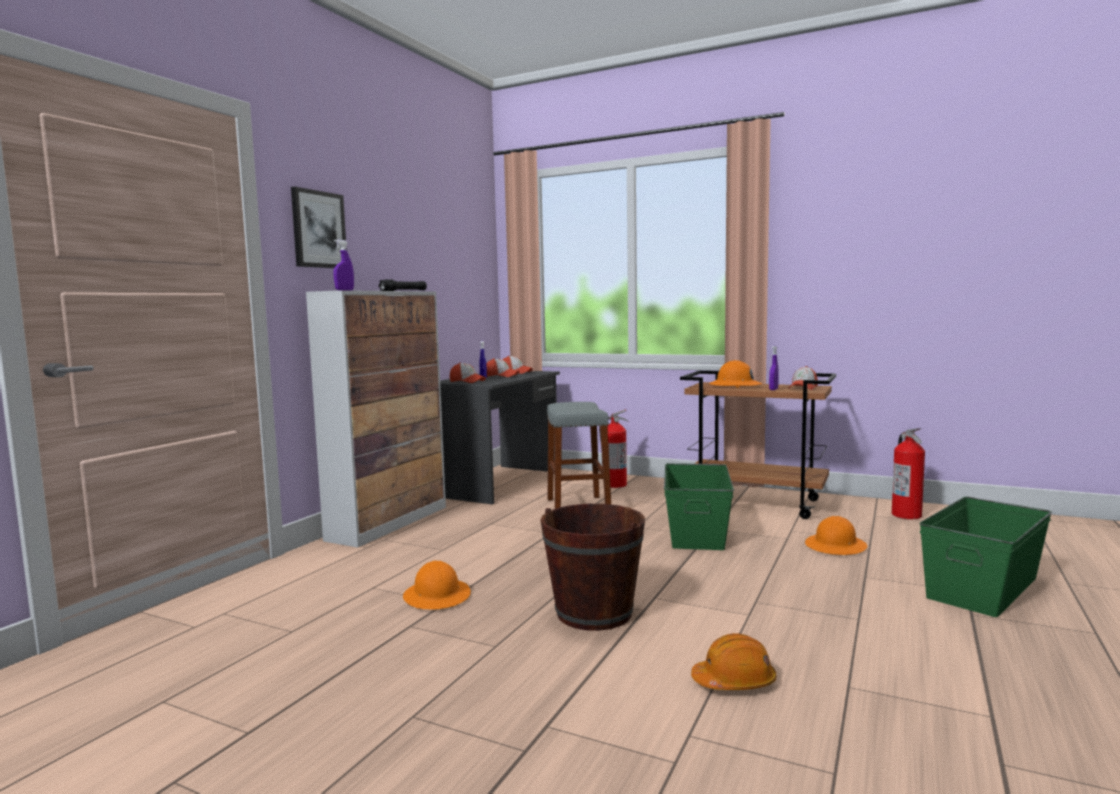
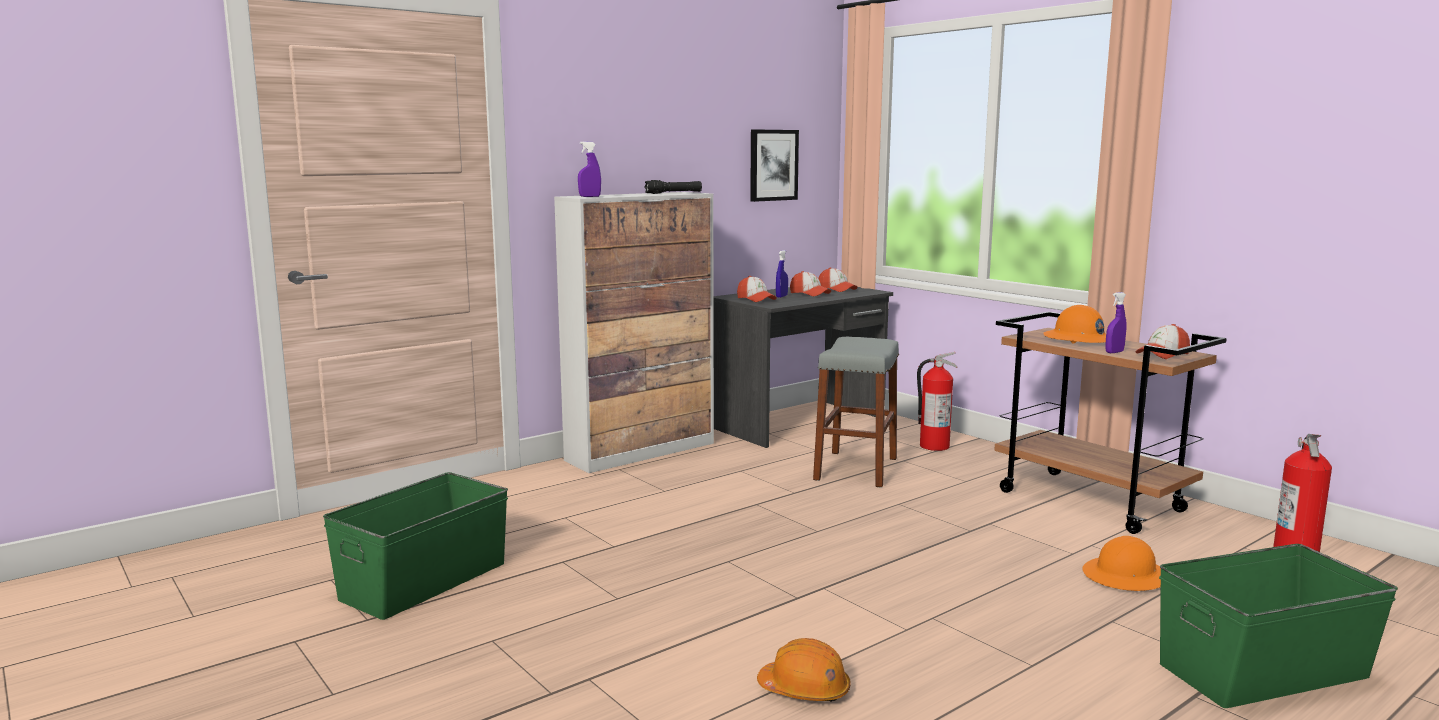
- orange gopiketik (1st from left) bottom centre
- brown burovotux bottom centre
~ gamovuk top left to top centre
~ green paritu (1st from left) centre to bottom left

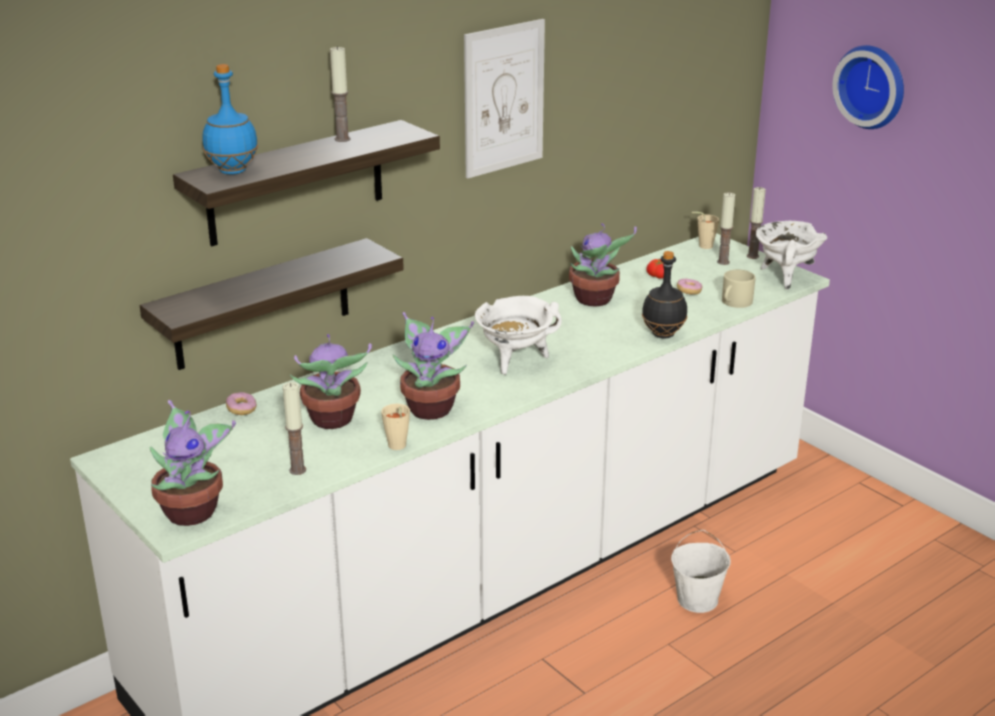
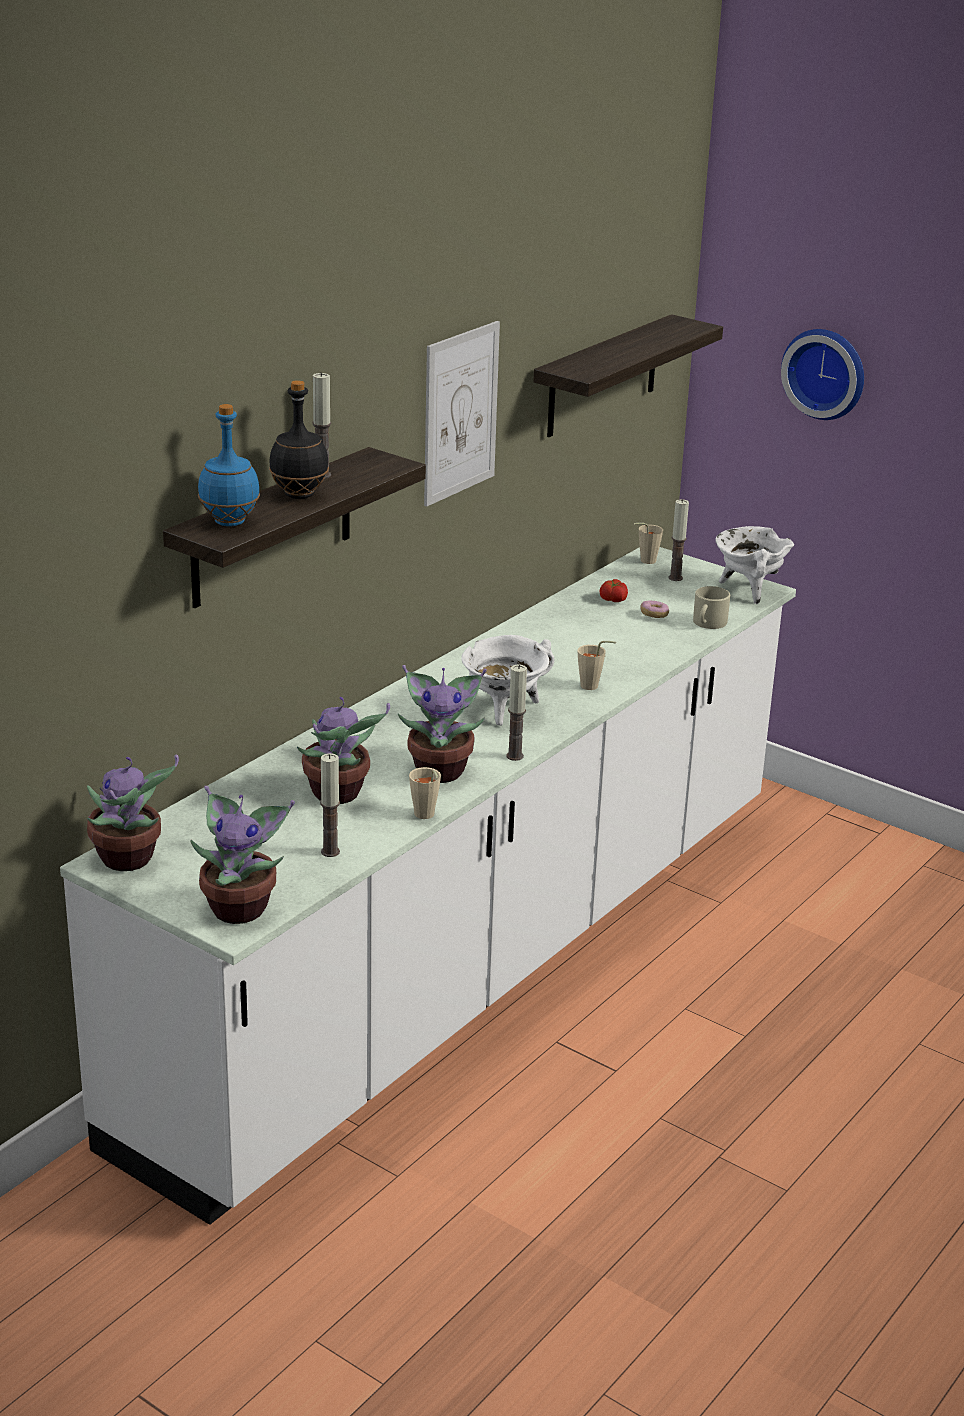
- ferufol (1st from left) middle left
- white burovotux bottom right
+ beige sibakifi (2nd from left) centre
~ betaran (1st from left in the first image) middle left to betaran (2nd from left) top centre
~ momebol (4th from left in the first image) centre to momebol (1st from left) middle left
~ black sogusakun middle right to top left
~ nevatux (4th from left in the first image) top right to nevatux (3rd from left) centre

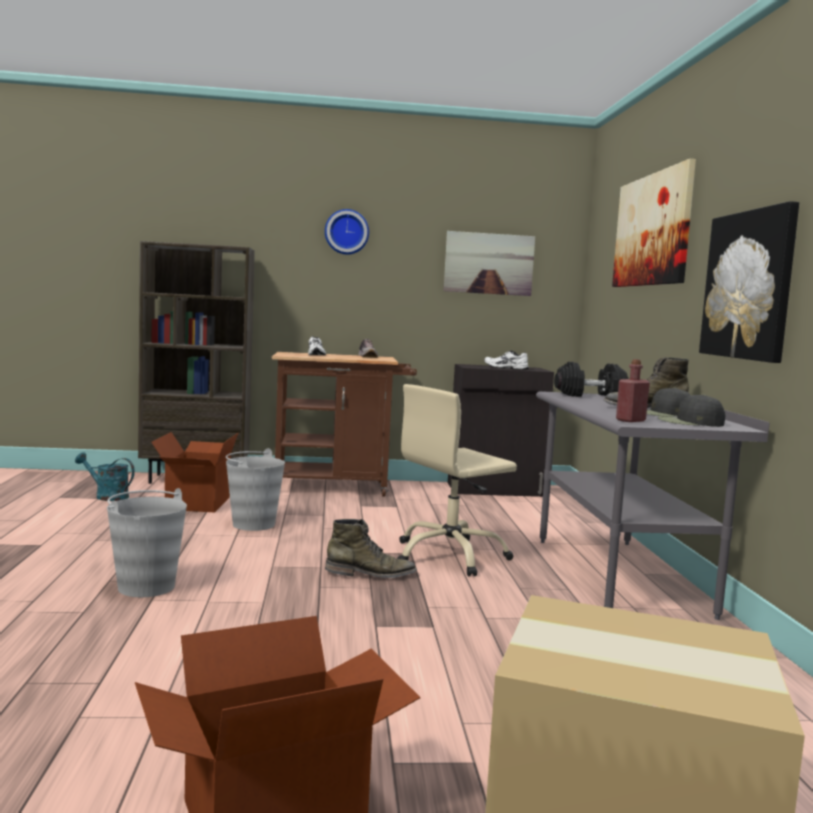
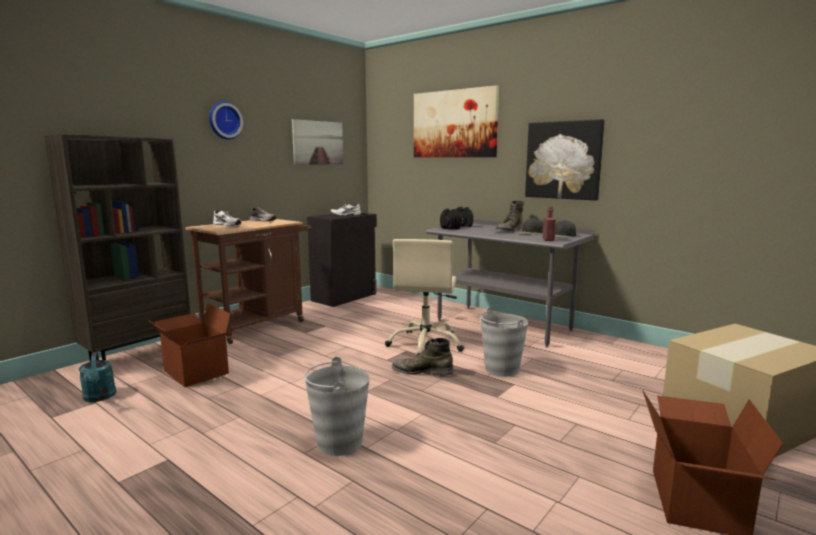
~ grey burovotux (2nd from left) middle left to centre
~ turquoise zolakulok middle left = bottom left 90 degrees counterclockwise
~ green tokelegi (1st from left) bottom centre = bottom centre 120 degrees counterclockwise

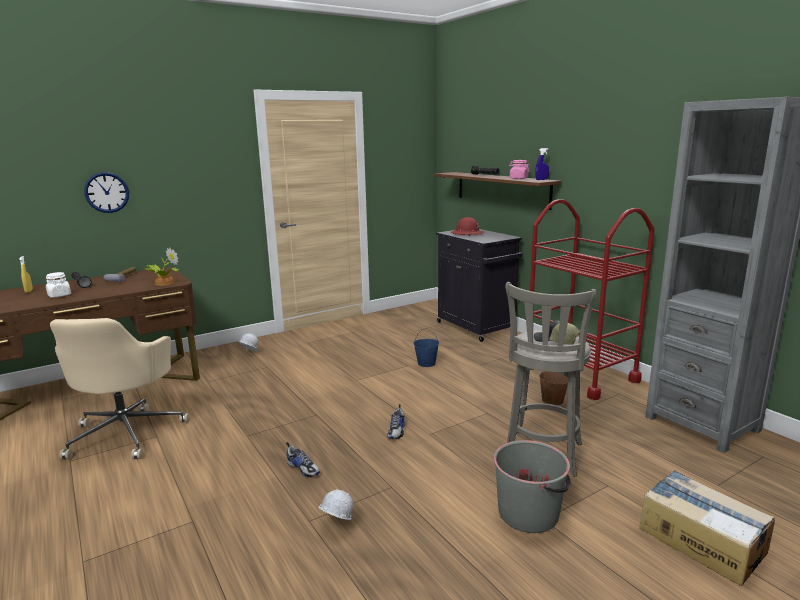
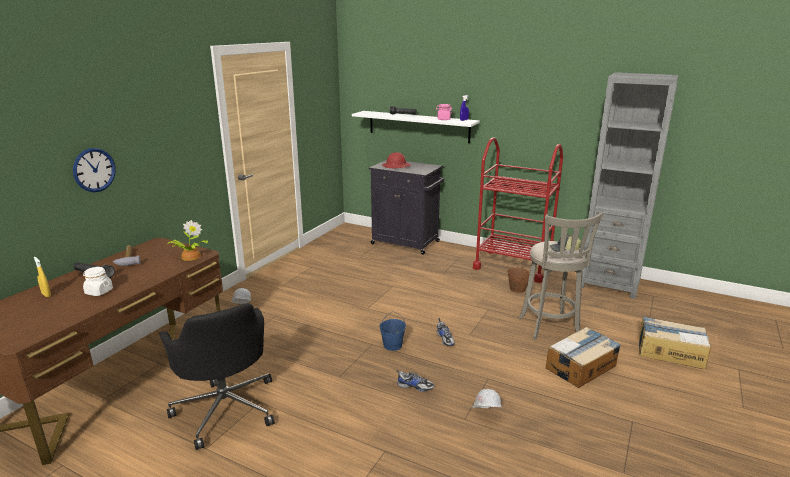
~ blue burovotux centre to bottom centre
~ grey burovotux bottom centre to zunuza (1st from left) bottom right
~ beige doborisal middle left to black doborisal bottom left
~ brown betaran top centre to white betaran top centre

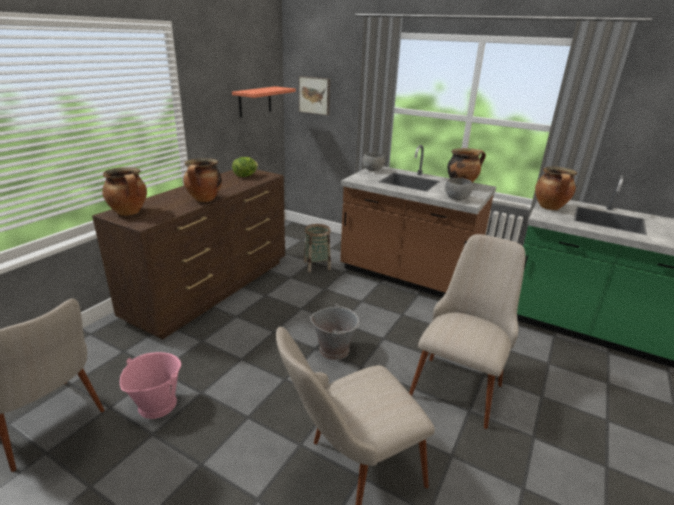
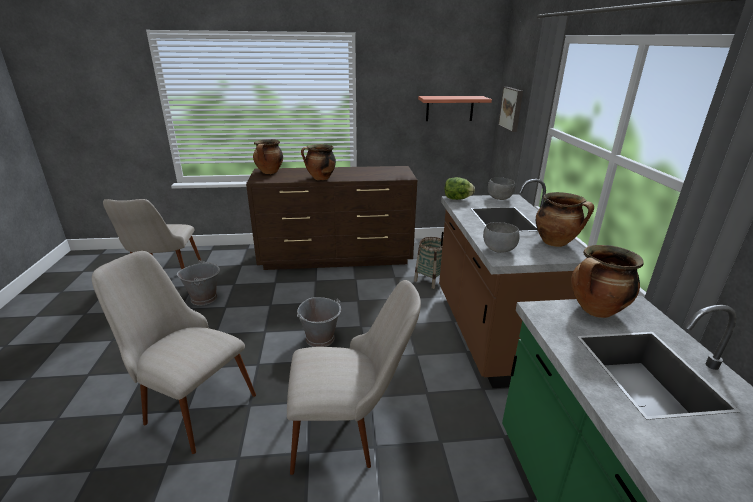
~ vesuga top centre to centre
~ pink burovotux bottom left to grey burovotux (1st from left) middle left

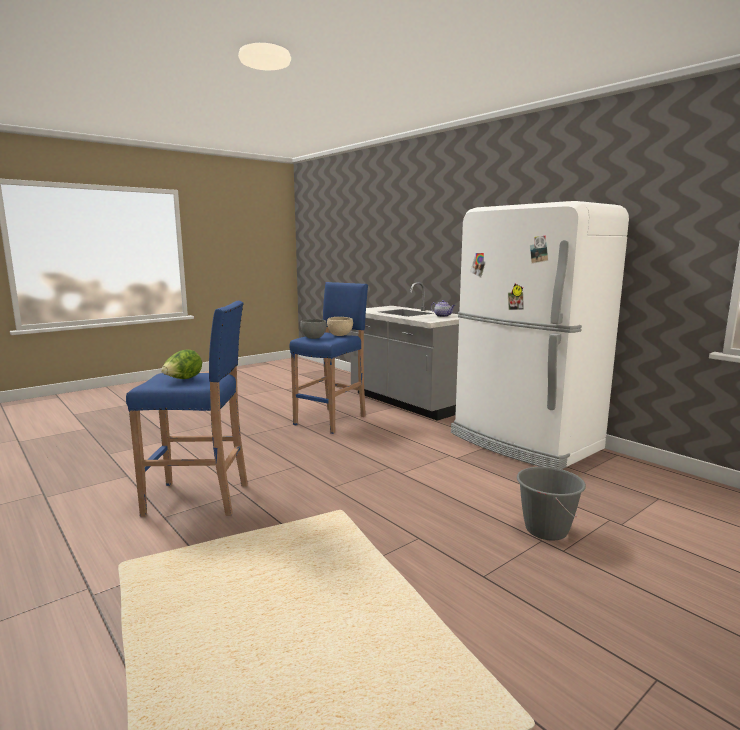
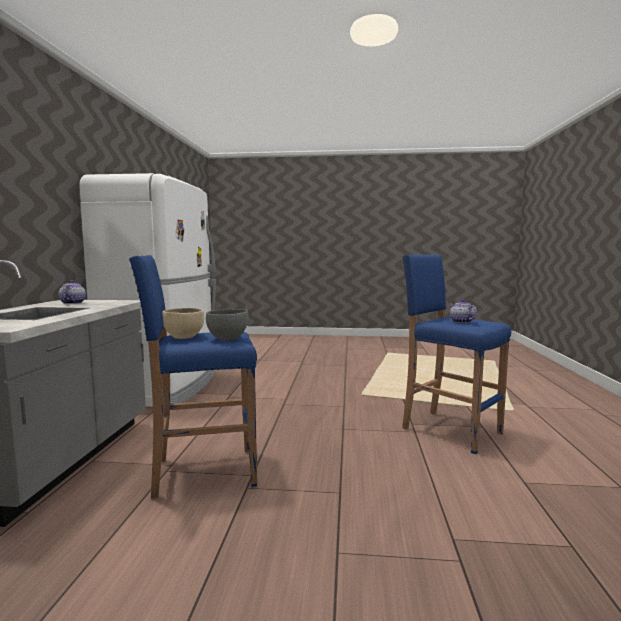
- grey burovotux bottom right
~ vesuga middle left to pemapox (2nd from left) middle right

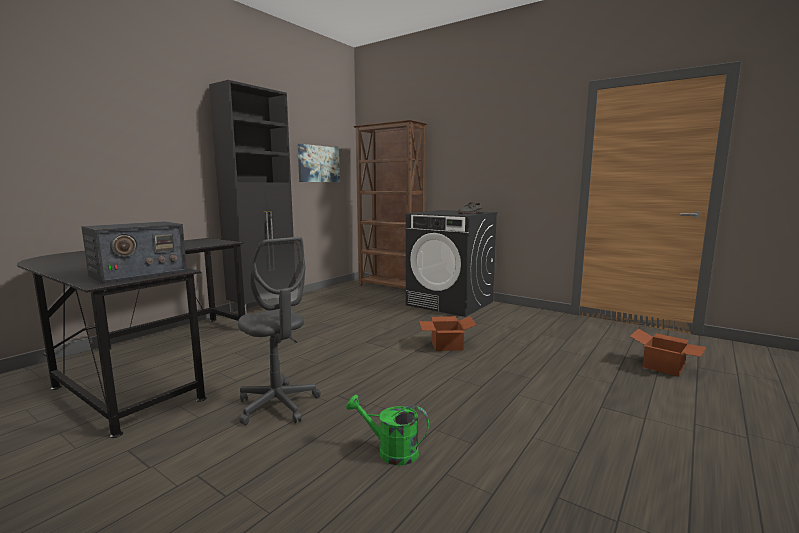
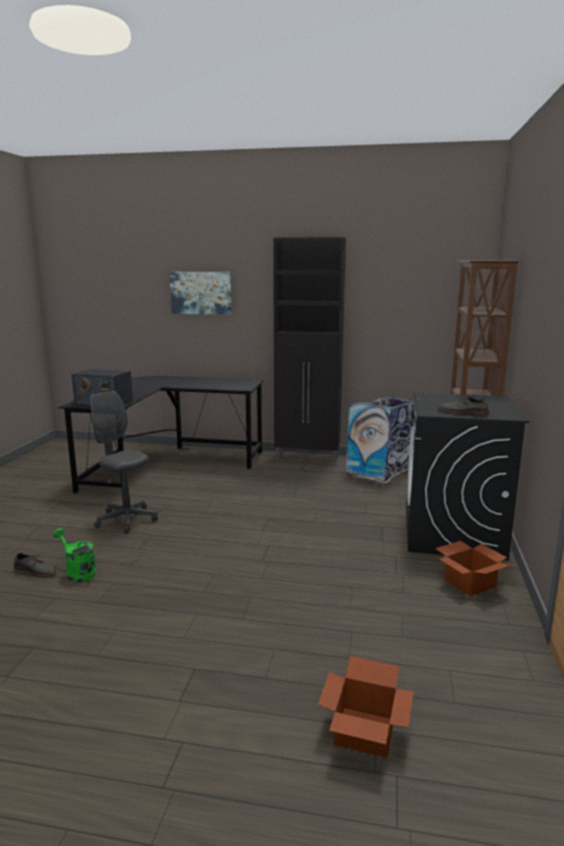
+ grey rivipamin (1st from left) bottom left
+ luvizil middle right
~ gamovuk top centre to centre
~ zunuza (1st from left in the first image) centre to zunuza (2nd from left) bottom right
~ grey doborisal centre = middle left 105 degrees clockwise
~ green zolakulok bottom centre = middle left 45 degrees counterclockwise

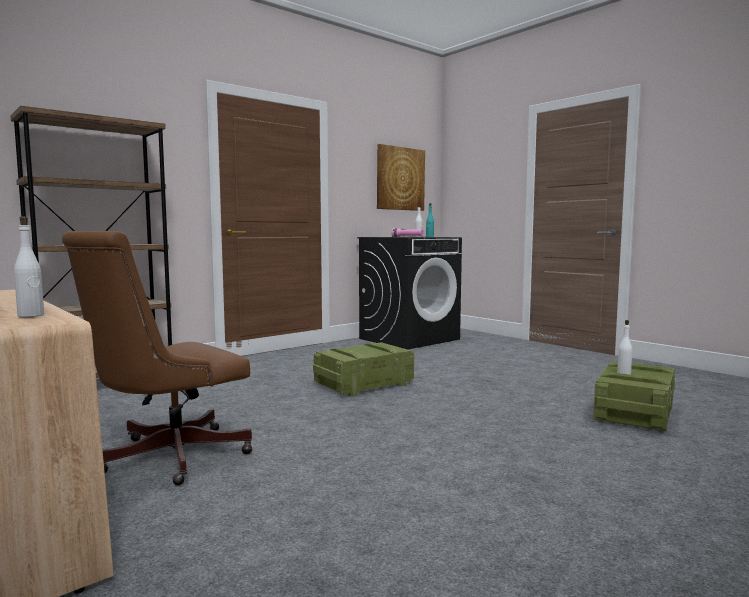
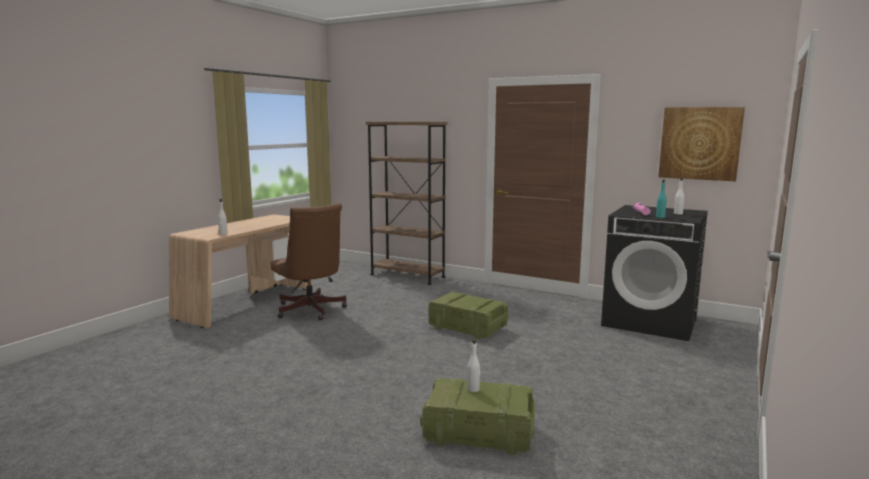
~ brown doborisal middle left = centre 150 degrees counterclockwise

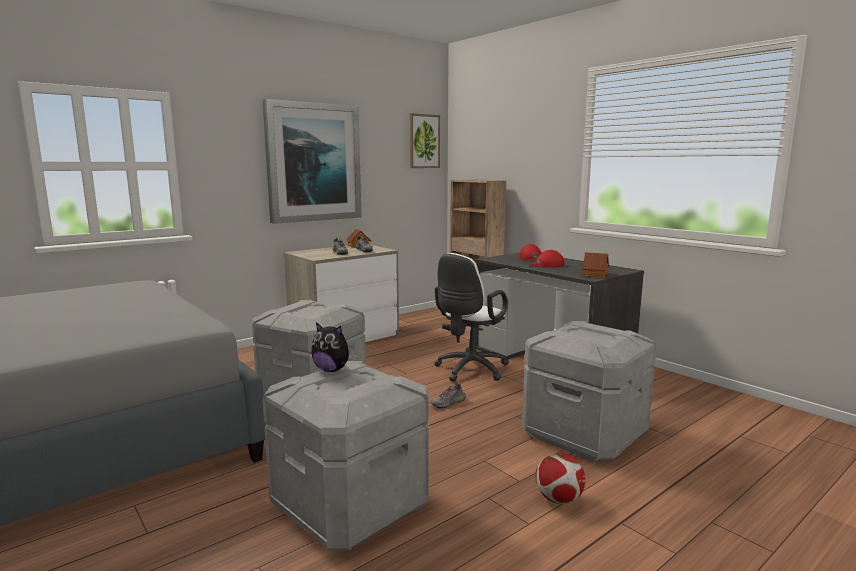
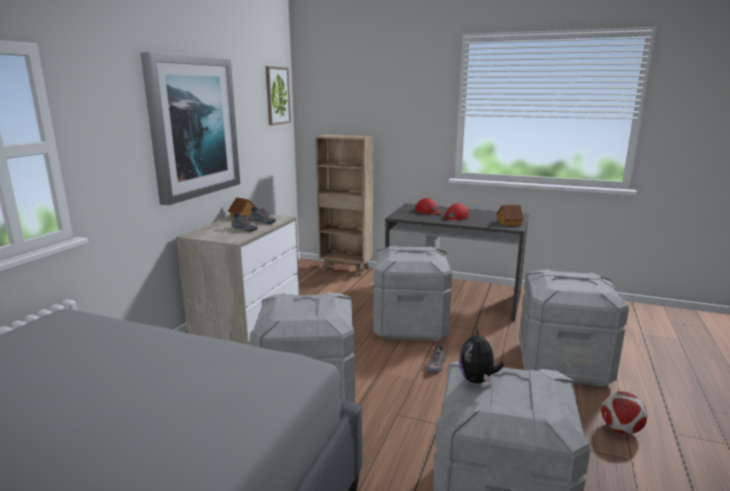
~ white doborisal centre to grey paritu (2nd from left) centre
~ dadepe centre = bottom centre 105 degrees clockwise

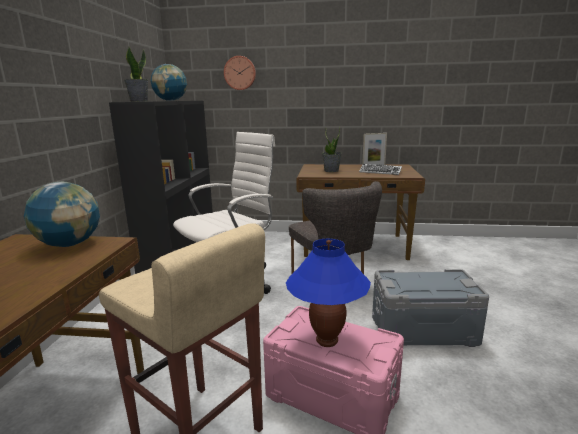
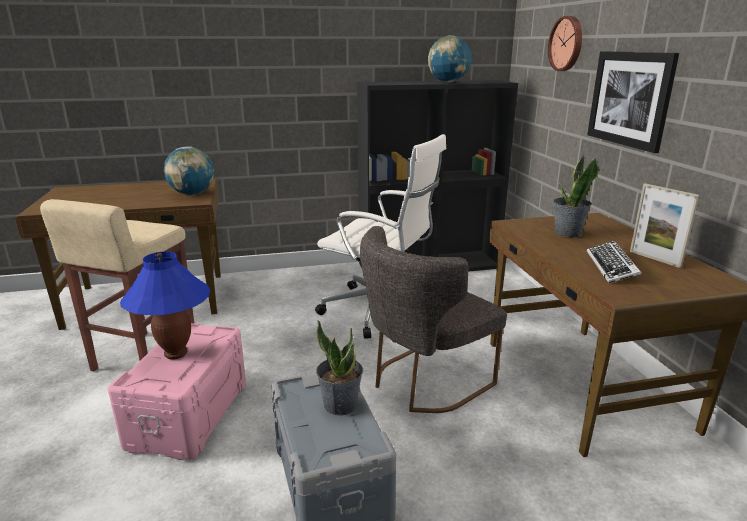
+ gamovuk top right
~ momebol (1st from left) top left to bottom centre

